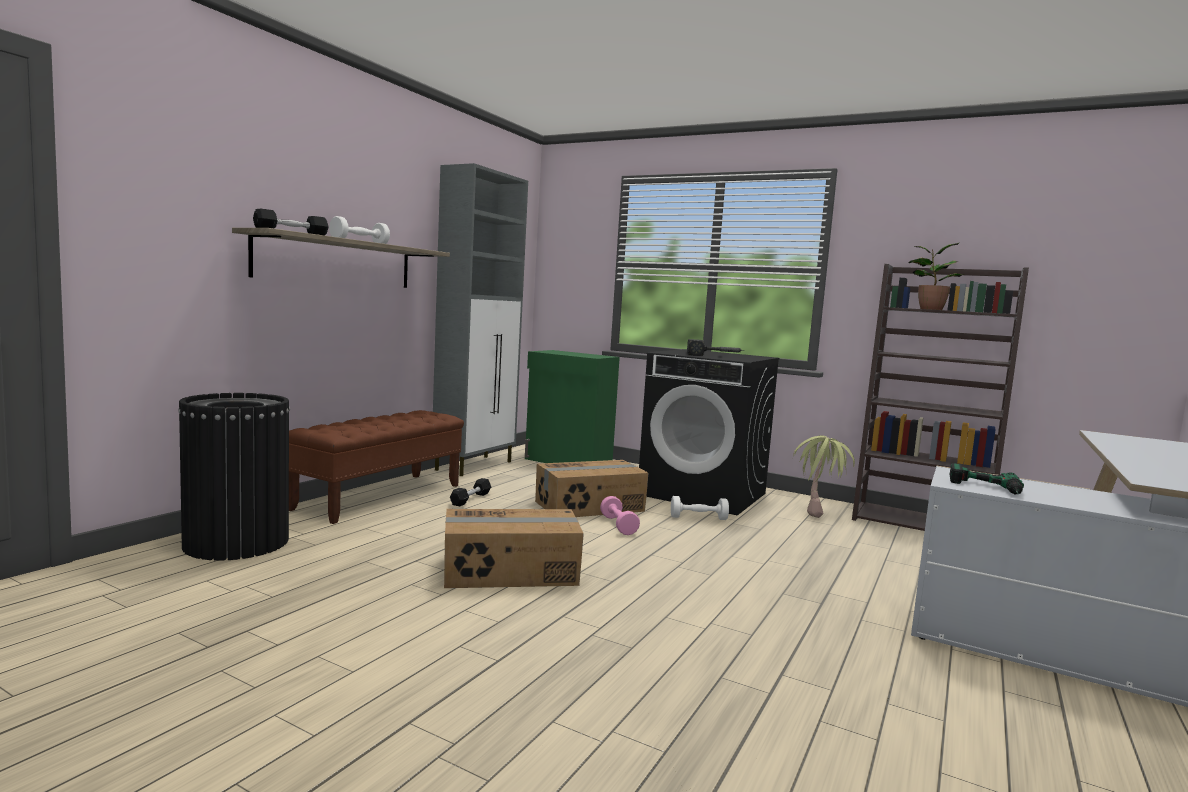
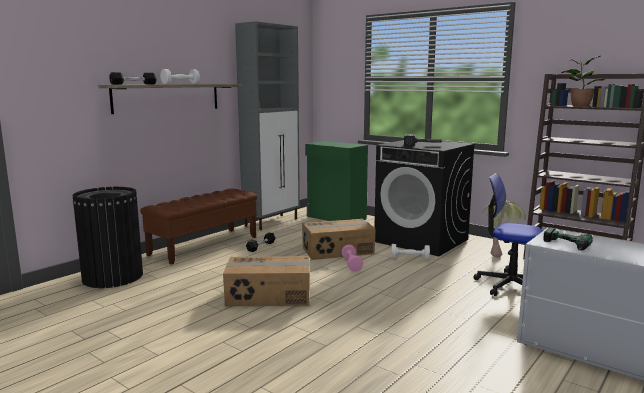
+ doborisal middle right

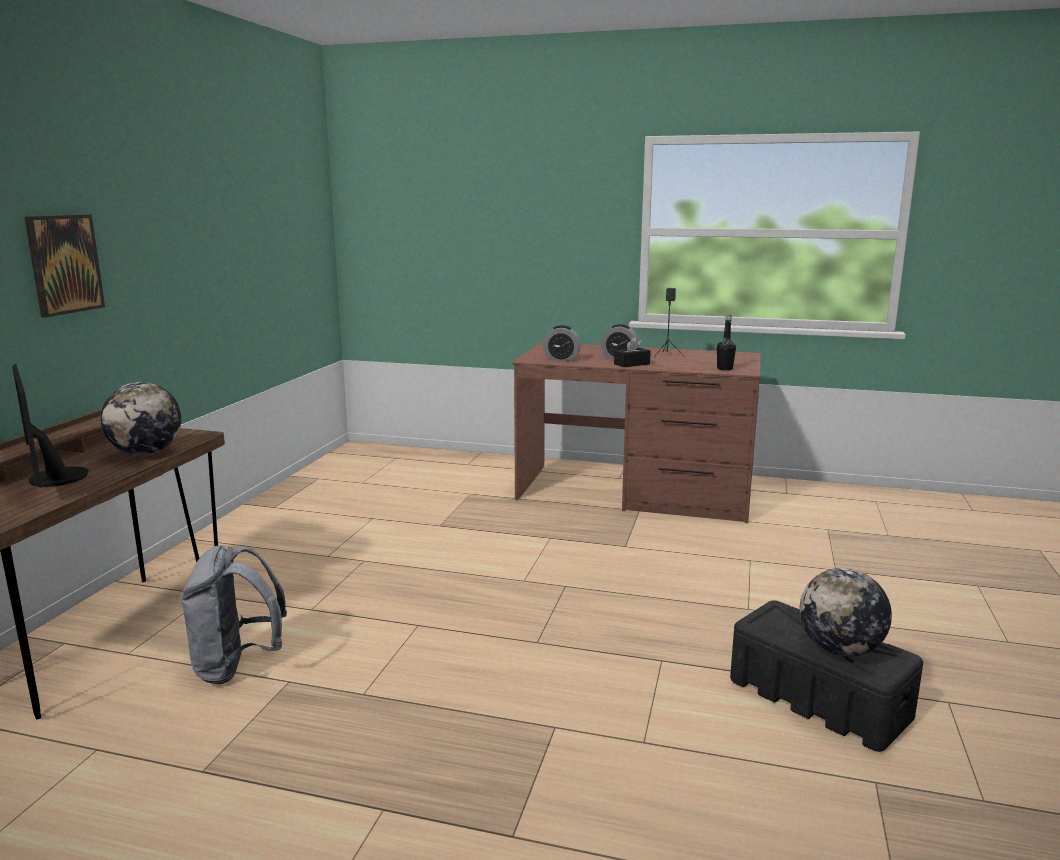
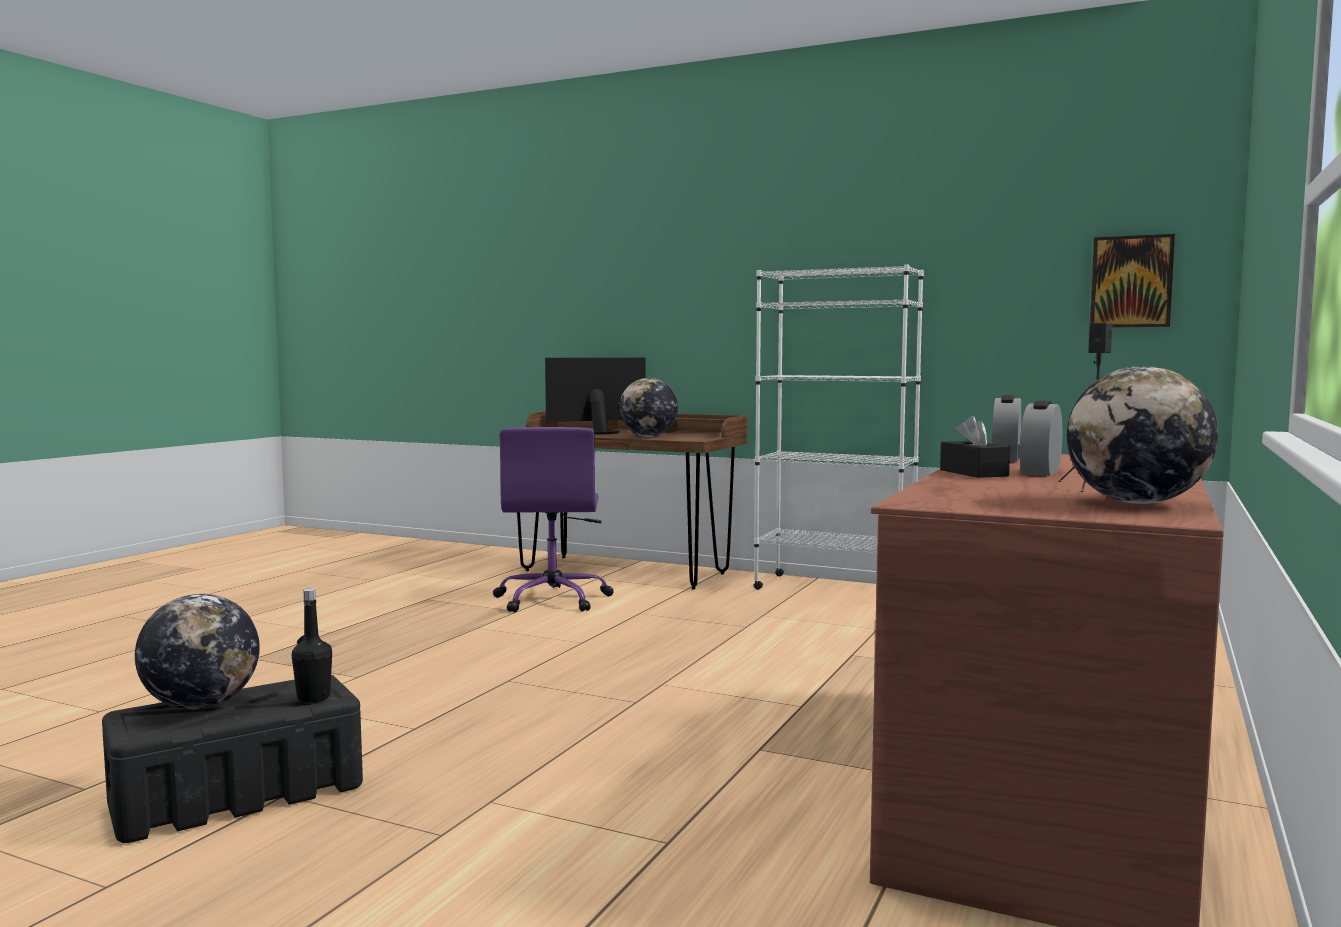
+ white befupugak centre
+ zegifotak (3rd from left) middle right
~ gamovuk top left to top right
~ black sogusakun middle right to bottom left
~ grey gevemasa bottom left to purple doborisal centre

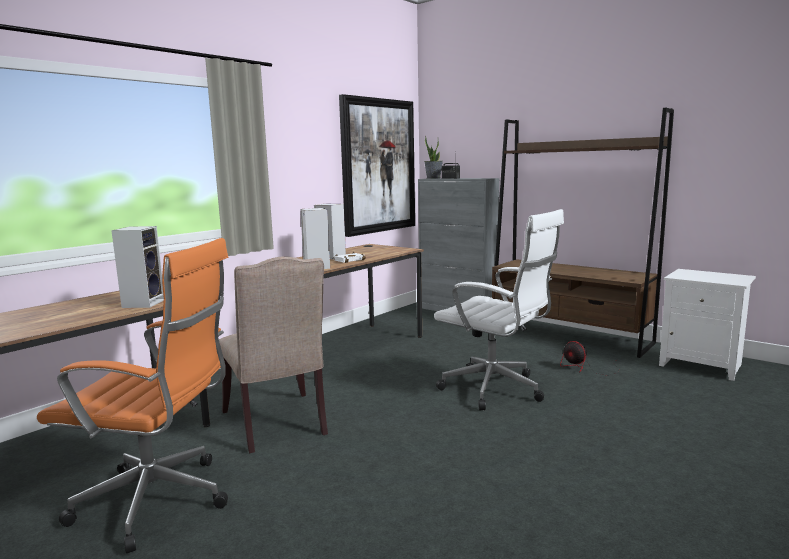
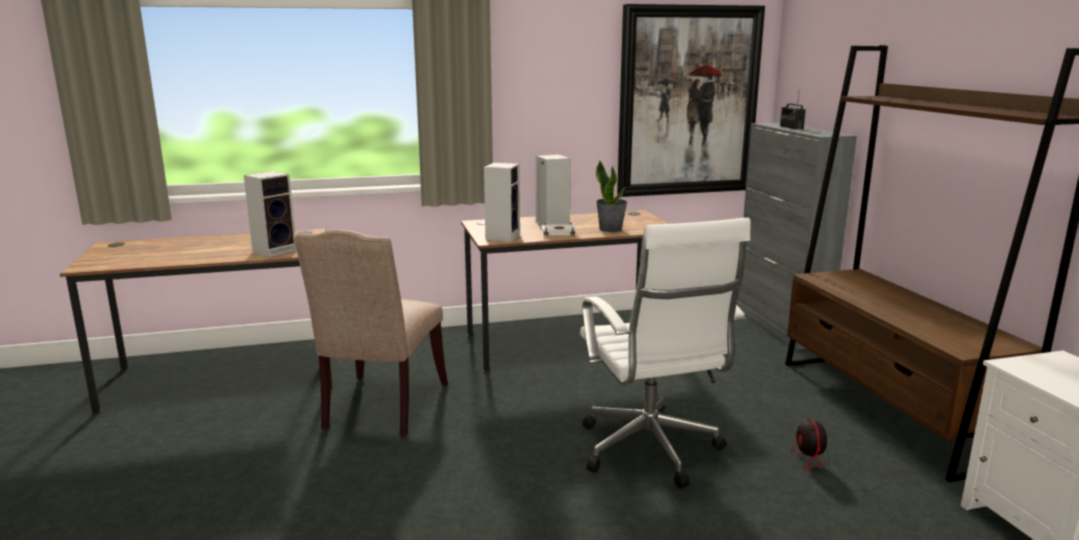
- orange doborisal bottom left
~ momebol top centre to centre

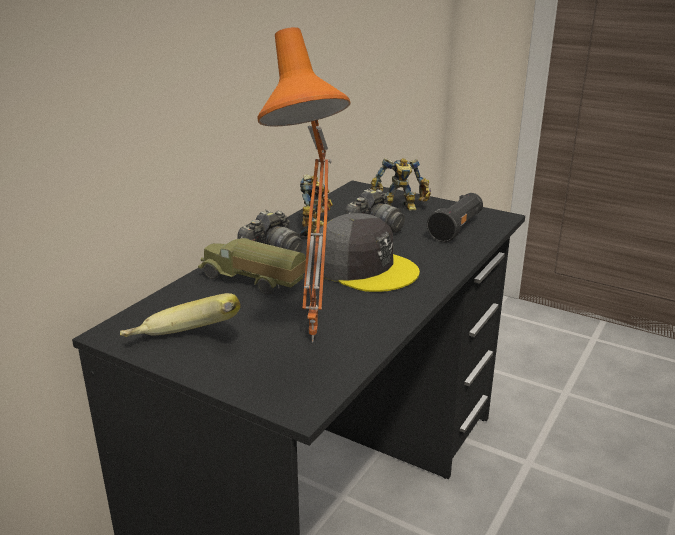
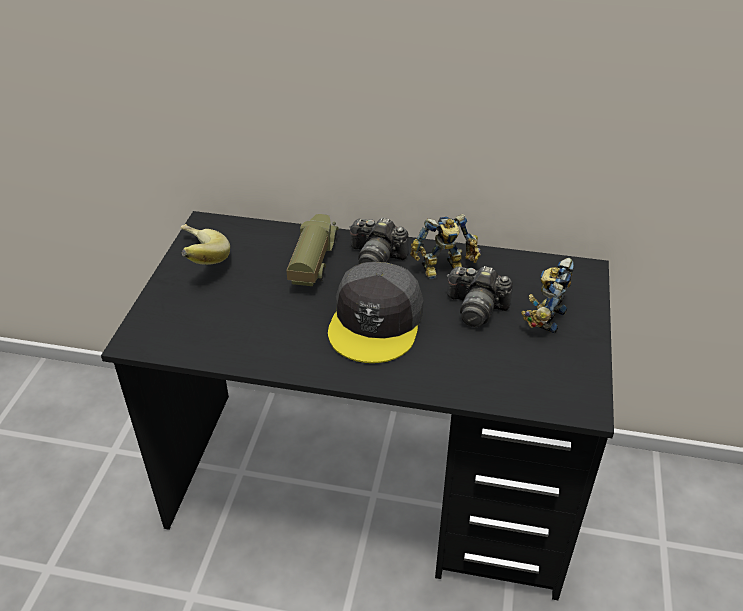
- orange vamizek centre
- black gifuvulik middle right
~ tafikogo (2nd from left) centre = middle right 60 degrees clockwise

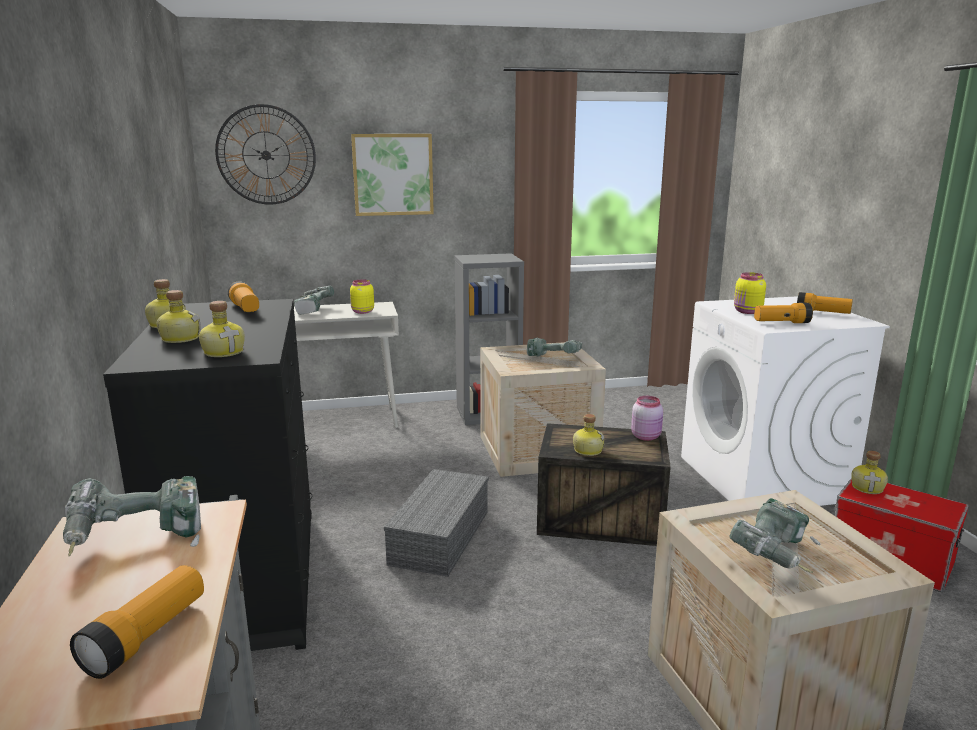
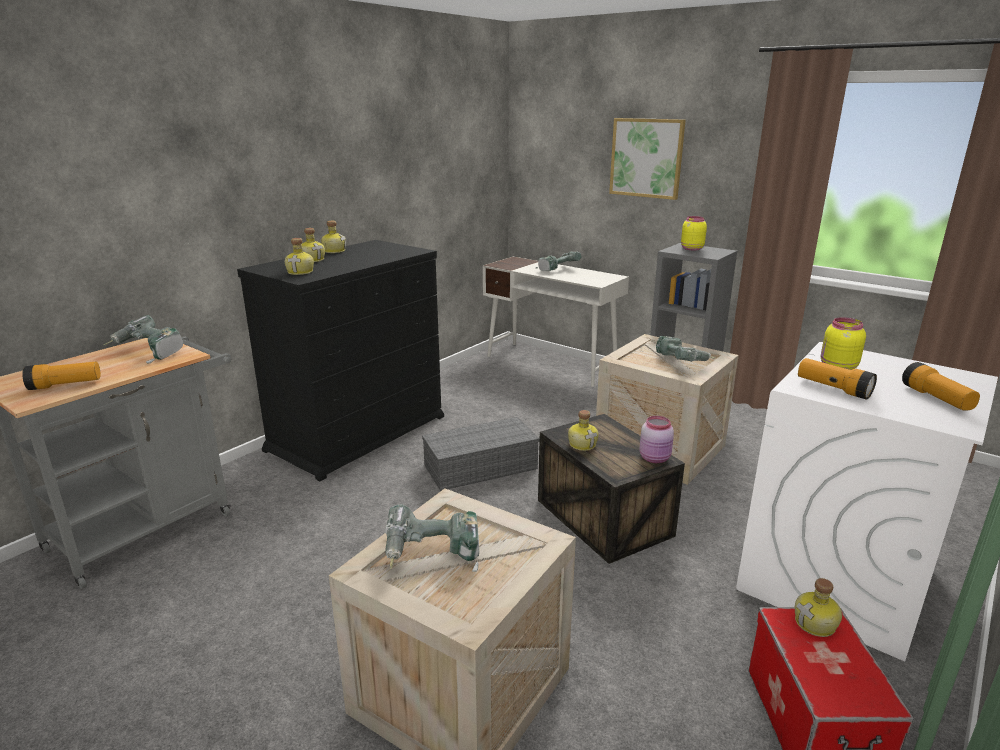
- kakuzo top left
- gifuvulik (2nd from left) middle left
~ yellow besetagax (1st from left) centre to top right

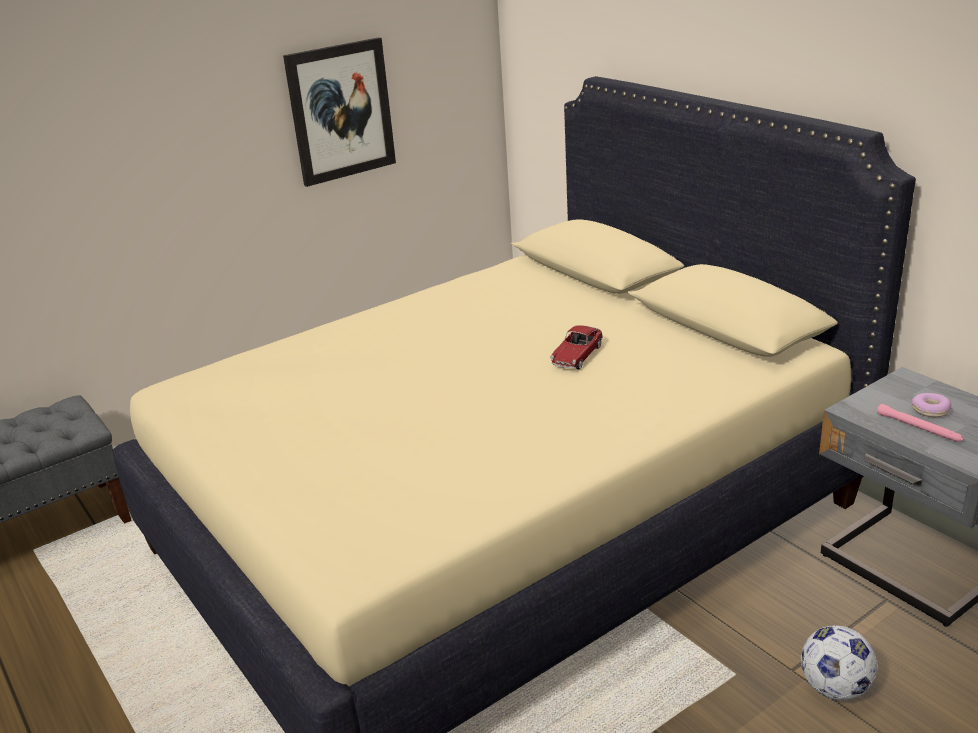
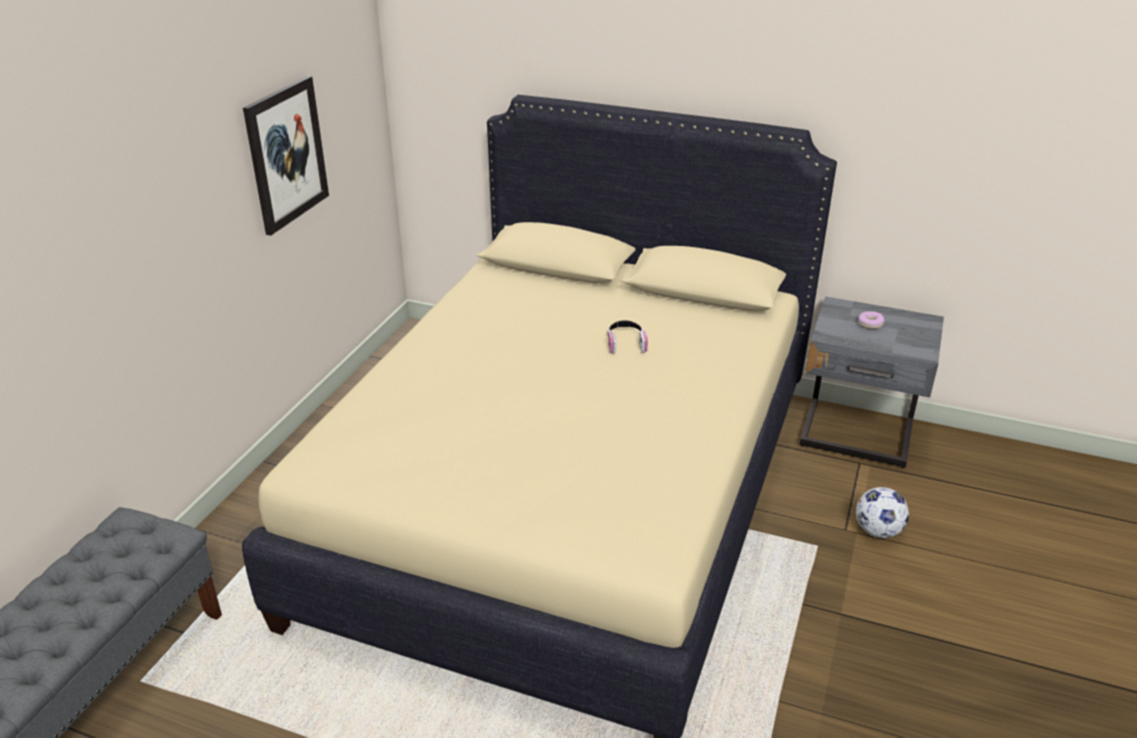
- pink gifuvulik middle right
~ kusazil centre to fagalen centre

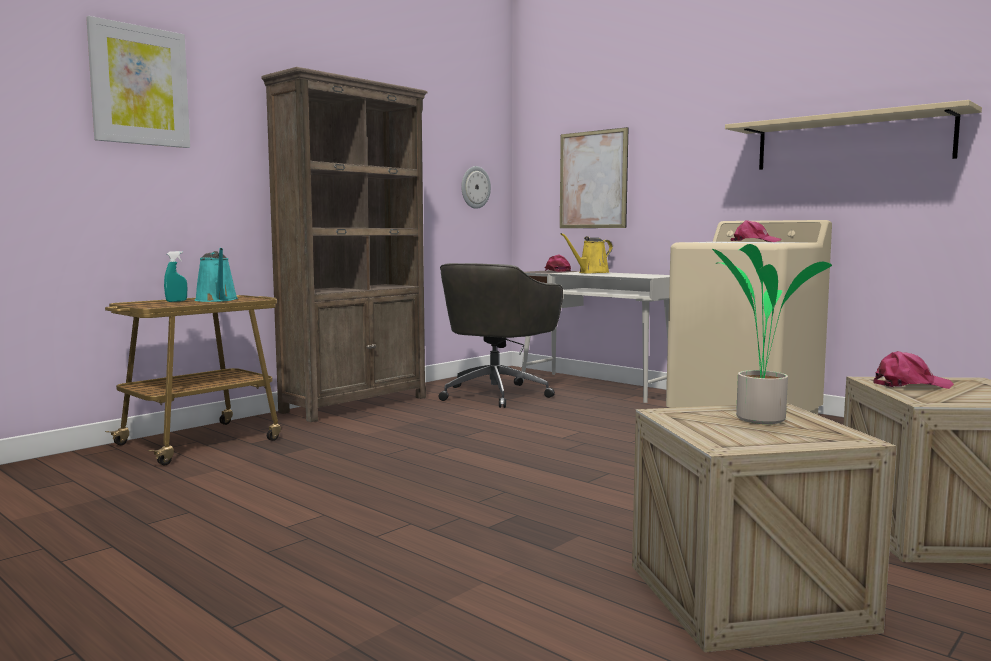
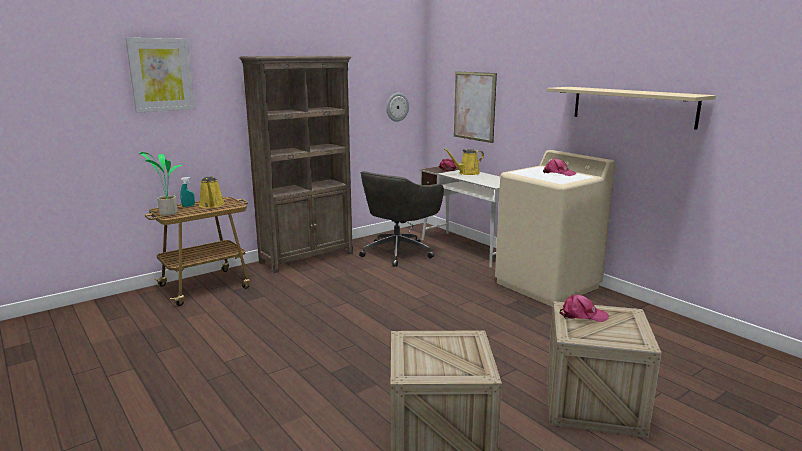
~ momebol middle right to middle left
~ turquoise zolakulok middle left to yellow zolakulok (1st from left) middle left

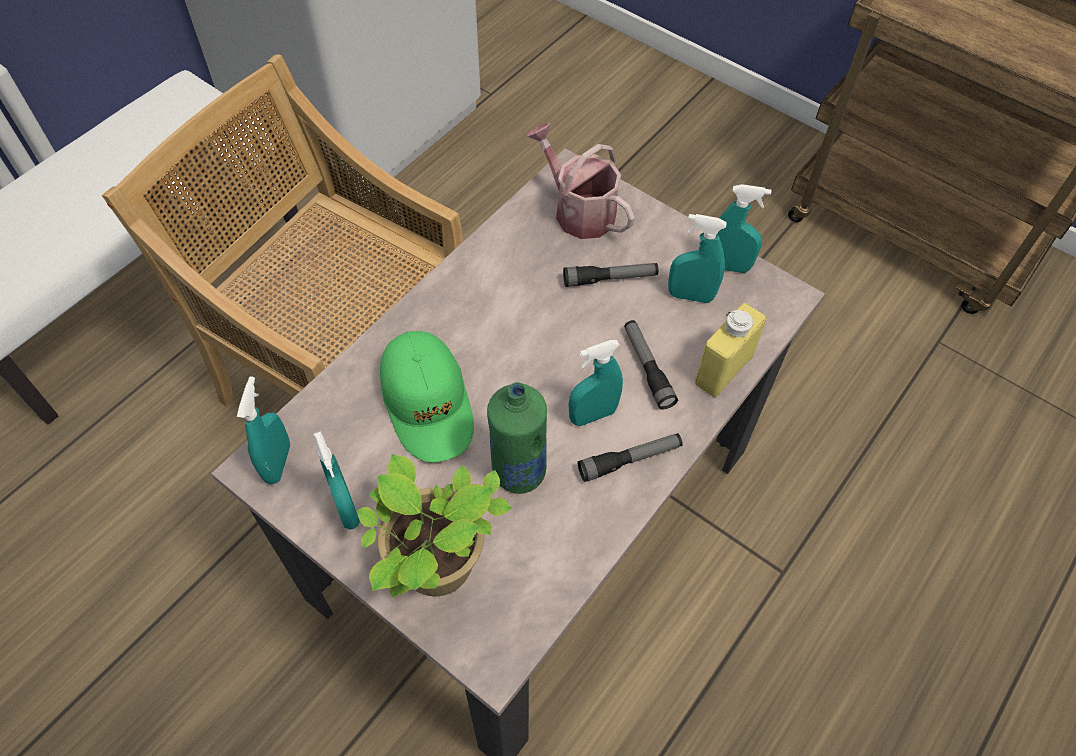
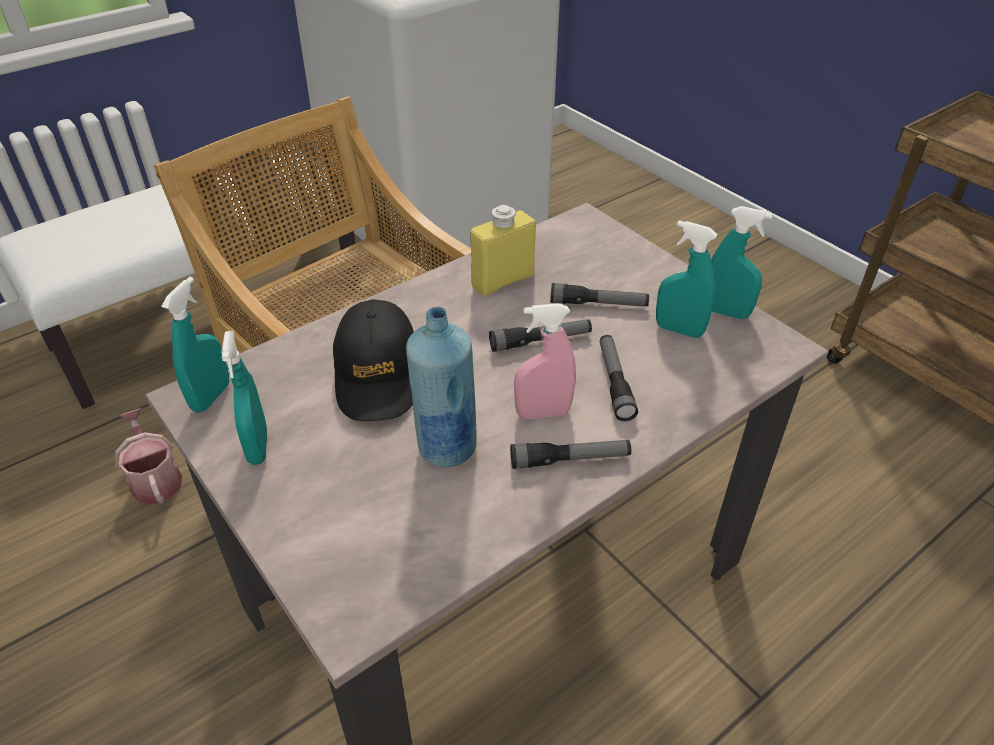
- momebol bottom centre
+ gifuvulik (1st from left) centre
~ zolakulok top centre to middle left
~ yellow sogusakun middle right to centre
~ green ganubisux centre to black ganubisux centre
~ green sogusakun centre to blue sogusakun centre
~ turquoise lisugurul (3rd from left) centre to pink lisugurul centre

